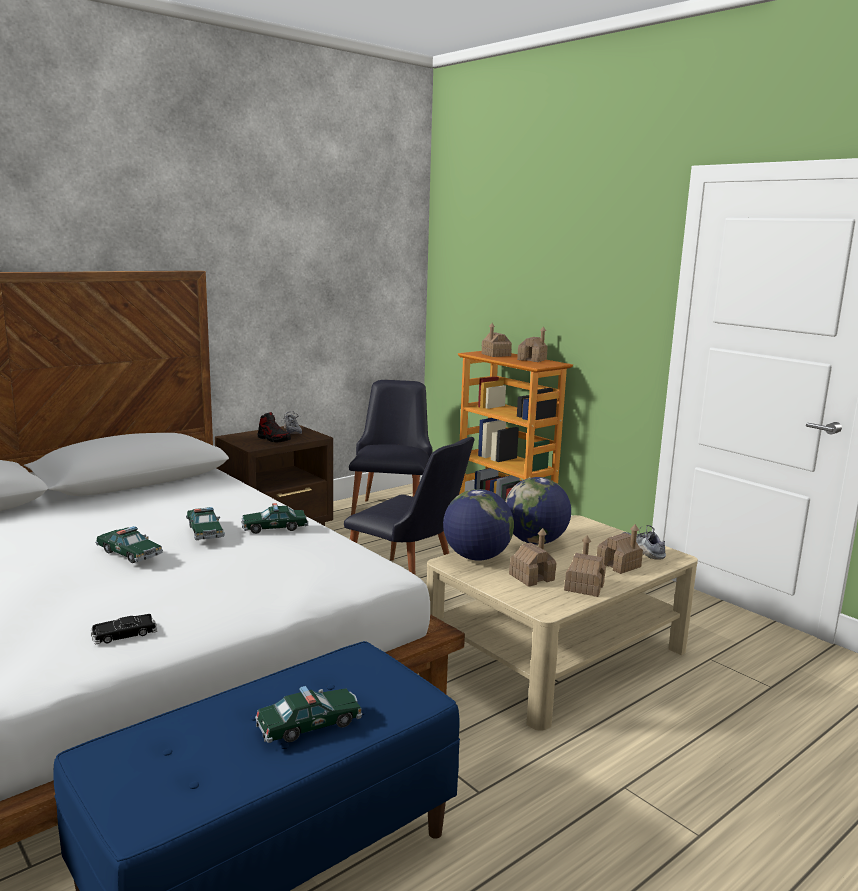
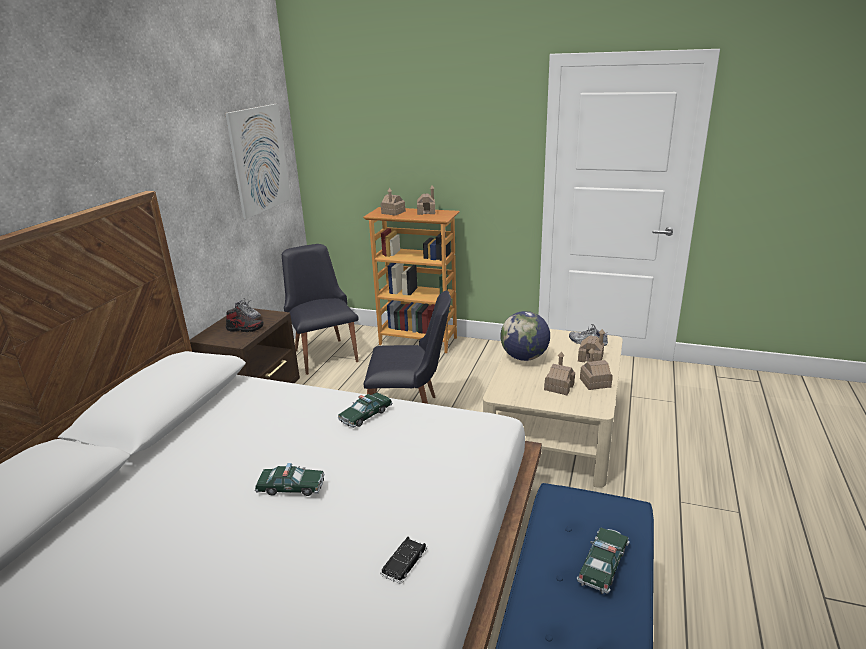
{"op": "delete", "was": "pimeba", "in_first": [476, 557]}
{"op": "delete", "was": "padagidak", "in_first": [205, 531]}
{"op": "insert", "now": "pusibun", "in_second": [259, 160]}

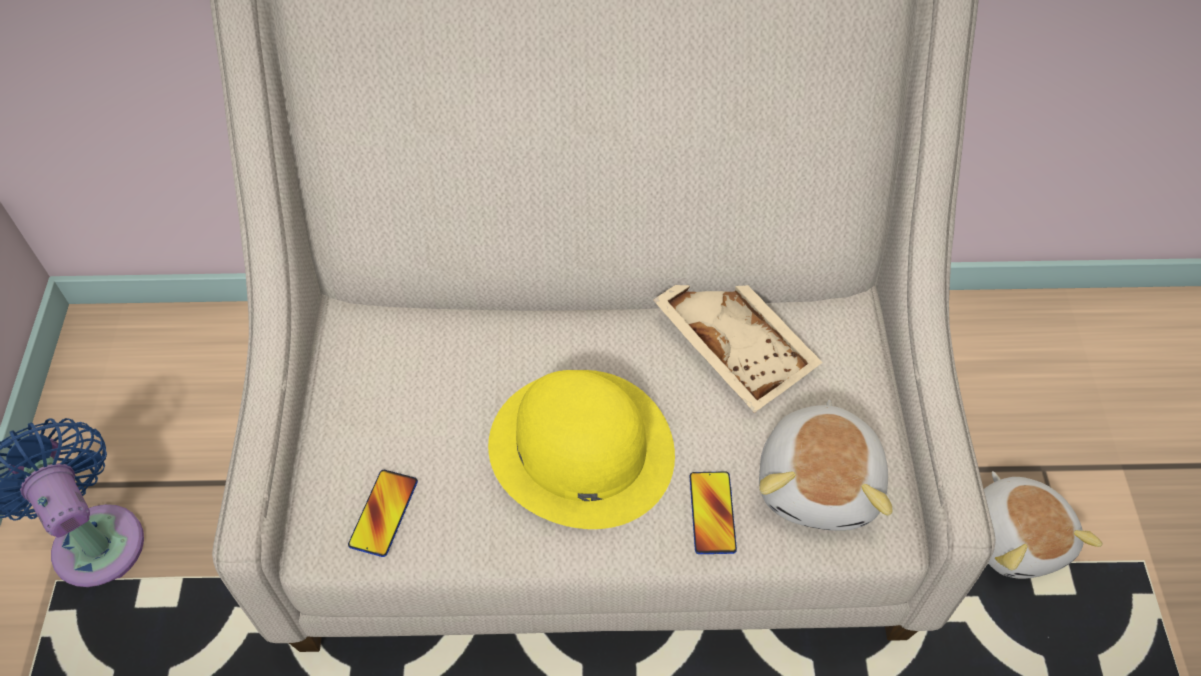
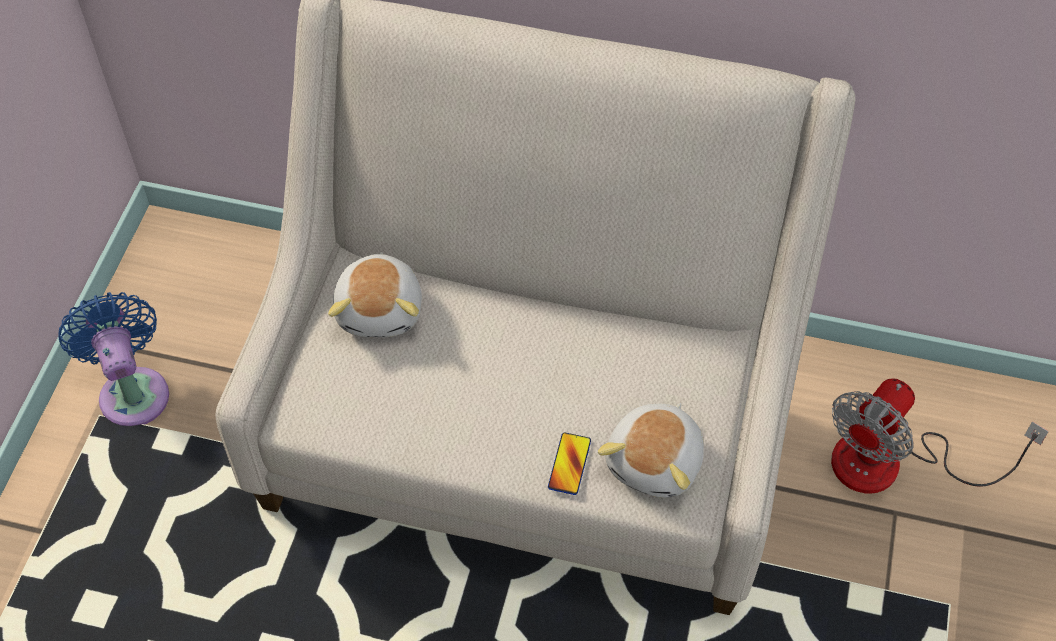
{"op": "delete", "was": "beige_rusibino", "in_first": [736, 342]}
{"op": "delete", "was": "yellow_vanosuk", "in_first": [580, 448]}
{"op": "delete", "was": "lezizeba", "in_first": [383, 513]}
{"op": "move", "was": "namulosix", "in_first": [1016, 537], "in_second": [381, 310]}
{"op": "insert", "now": "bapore", "in_second": [891, 464]}

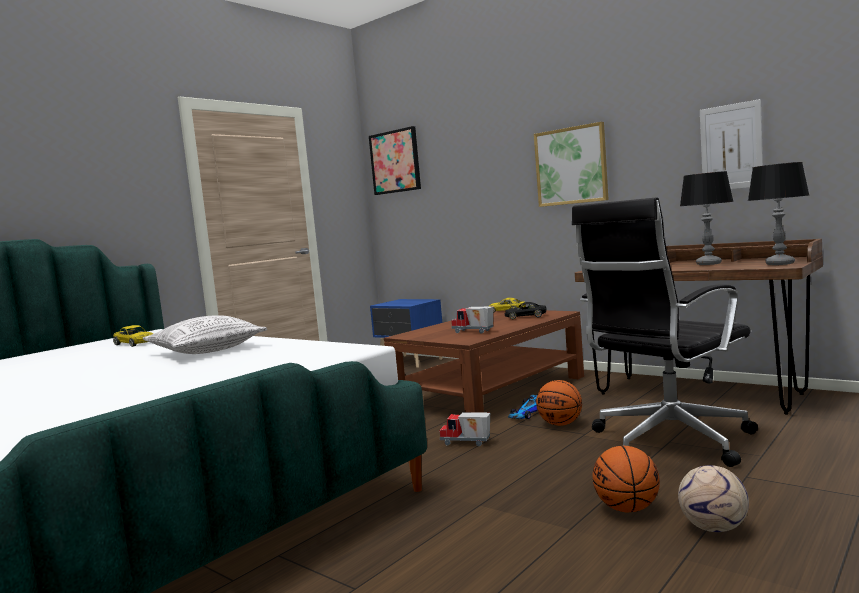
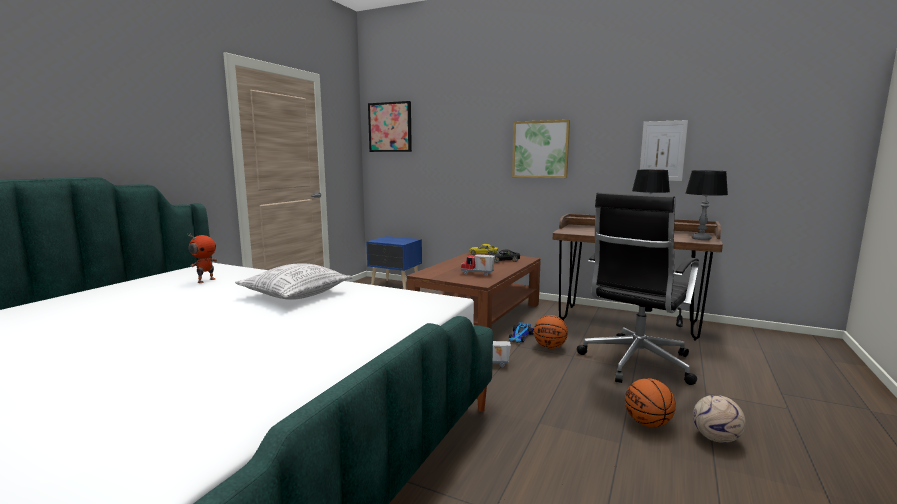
{"op": "replace", "was": "yellow_padagidak", "now": "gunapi", "in_first": [134, 343], "in_second": [206, 280]}

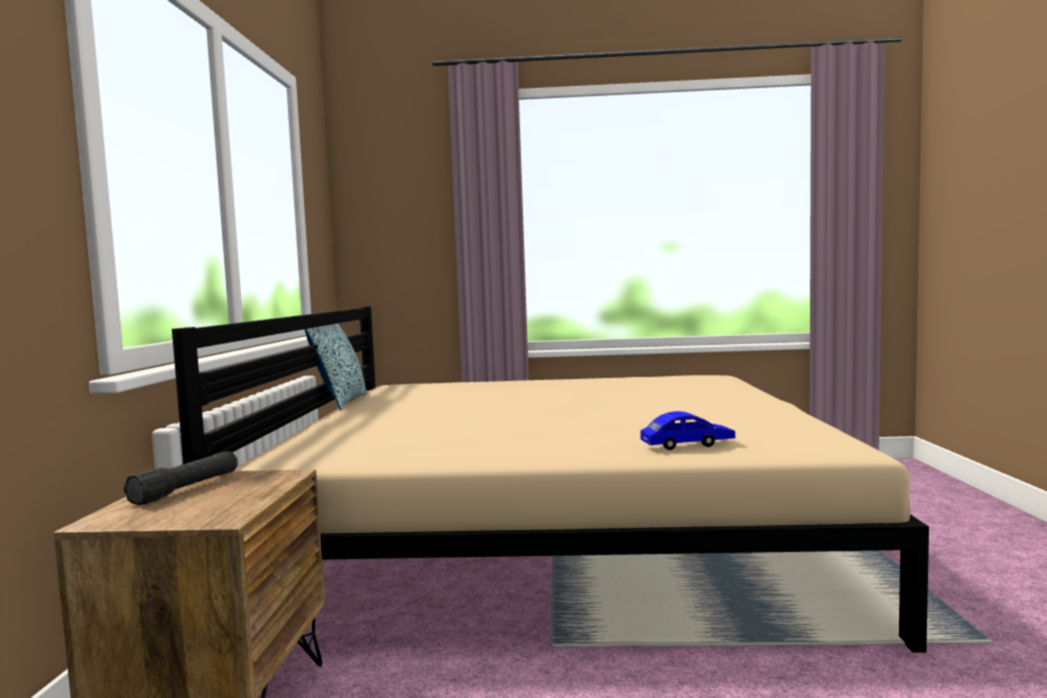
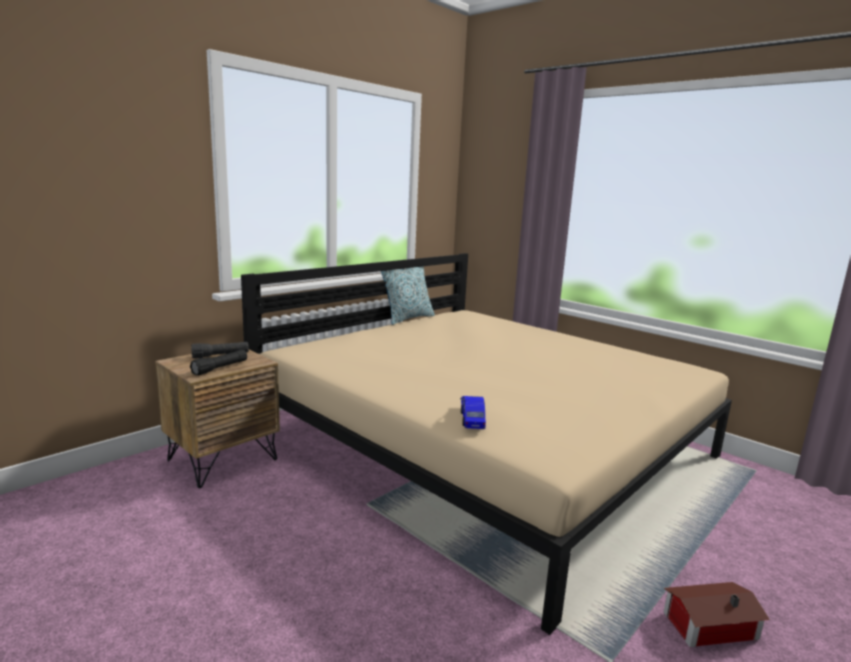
{"op": "rotate", "was": "blue_padagidak", "in_first": [687, 445], "in_second": [472, 418], "clockwise": -120}
{"op": "insert", "now": "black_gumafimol", "in_second": [220, 368]}
{"op": "insert", "now": "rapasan", "in_second": [706, 624]}

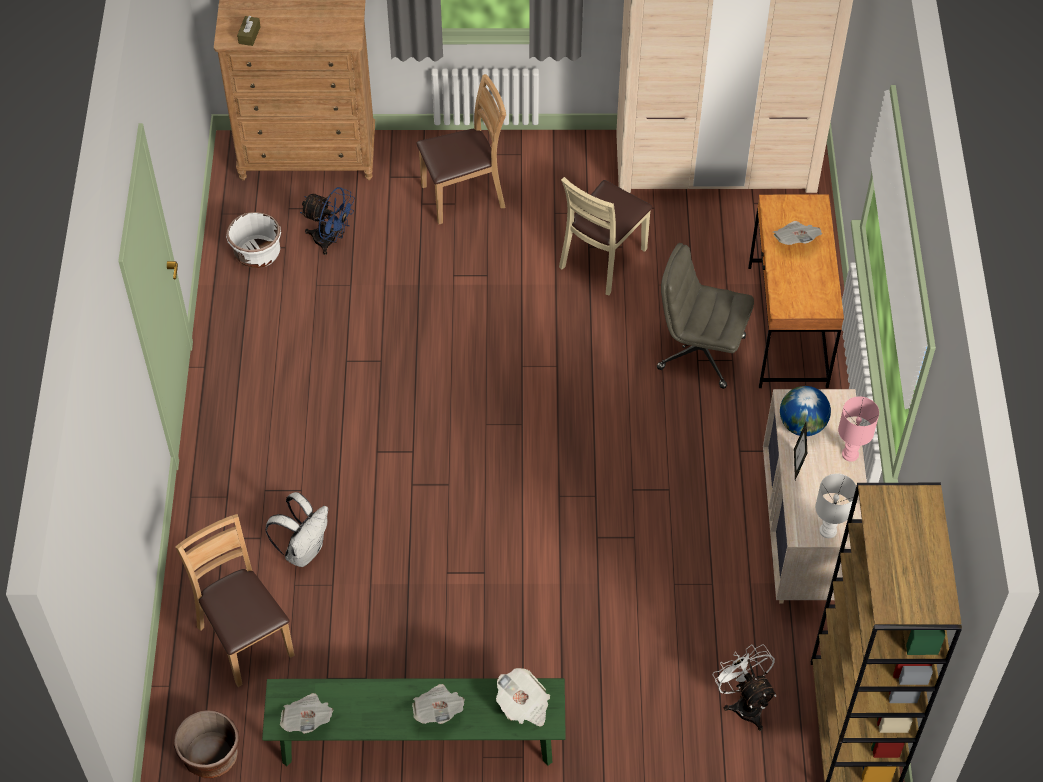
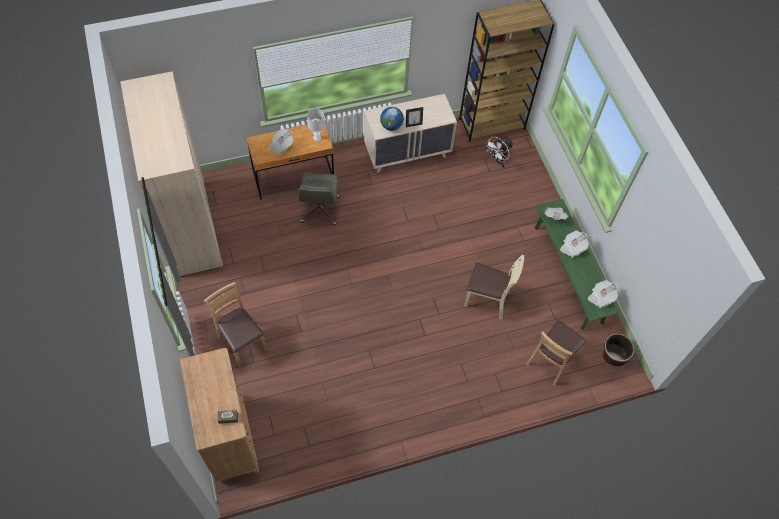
{"op": "move", "was": "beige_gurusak", "in_first": [603, 260], "in_second": [487, 299]}
{"op": "delete", "was": "blue_bapore", "in_first": [330, 240]}
{"op": "delete", "was": "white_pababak", "in_first": [257, 254]}
{"op": "delete", "was": "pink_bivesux", "in_first": [850, 455]}
{"op": "move", "was": "white_bivesux", "in_first": [828, 531], "in_second": [317, 137]}
{"op": "delete", "was": "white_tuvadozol", "in_first": [304, 550]}

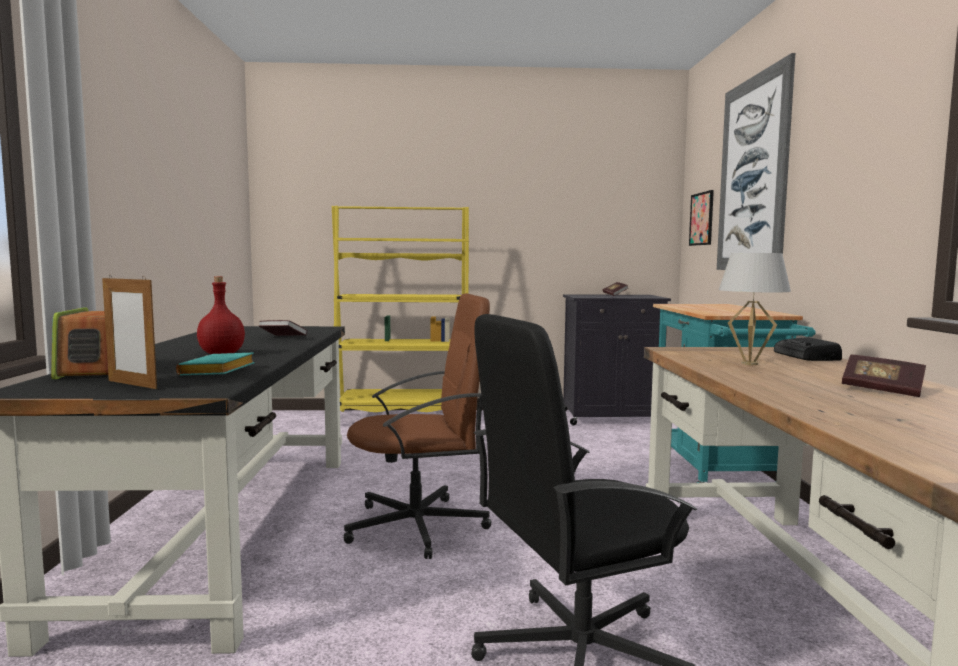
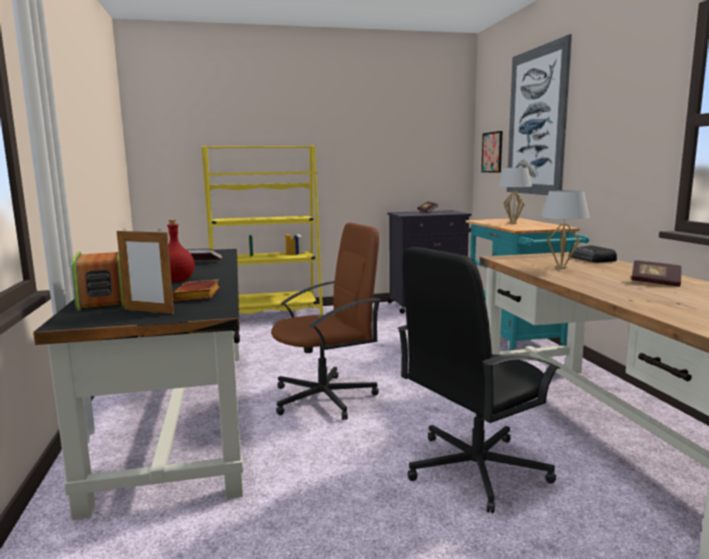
{"op": "recolor", "was": "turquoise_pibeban", "now": "brown_pibeban", "in_first": [218, 371], "in_second": [198, 296]}
{"op": "insert", "now": "white_bivesux", "in_second": [513, 223]}

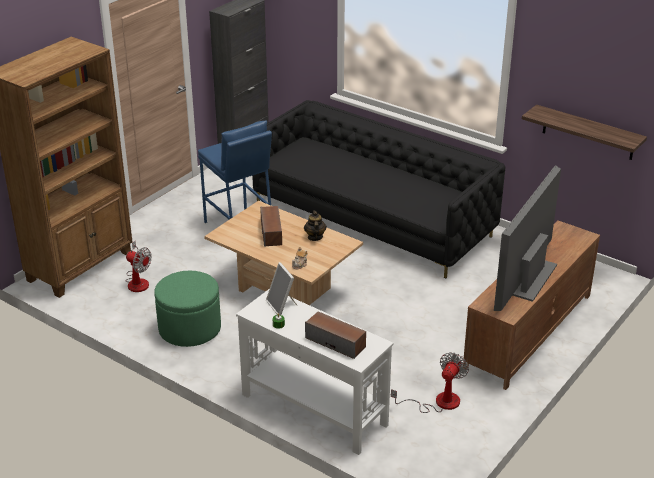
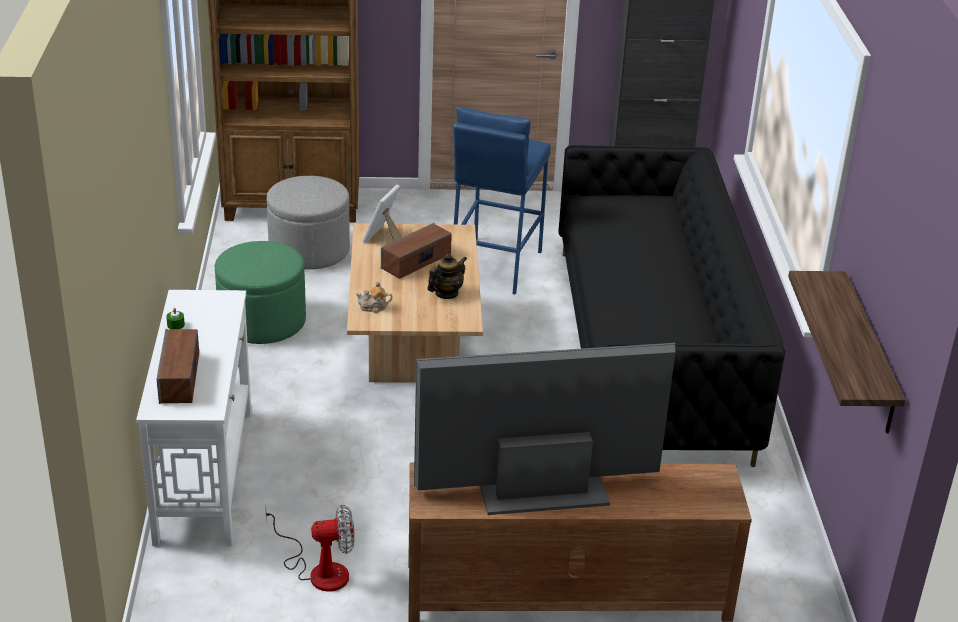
{"op": "replace", "was": "bapore", "now": "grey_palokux", "in_first": [138, 281], "in_second": [309, 251]}
{"op": "move", "was": "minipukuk", "in_first": [282, 306], "in_second": [383, 238]}

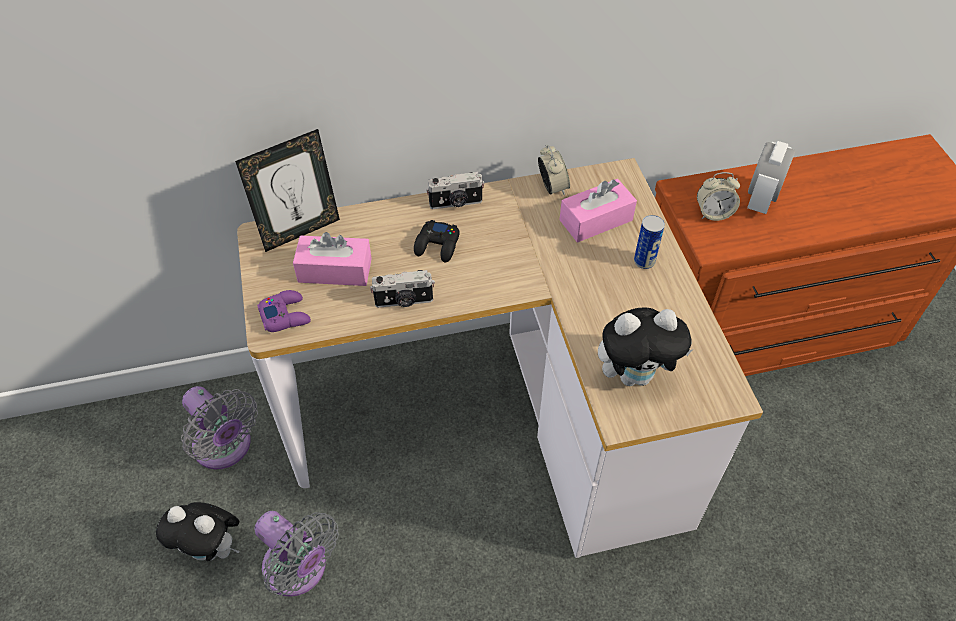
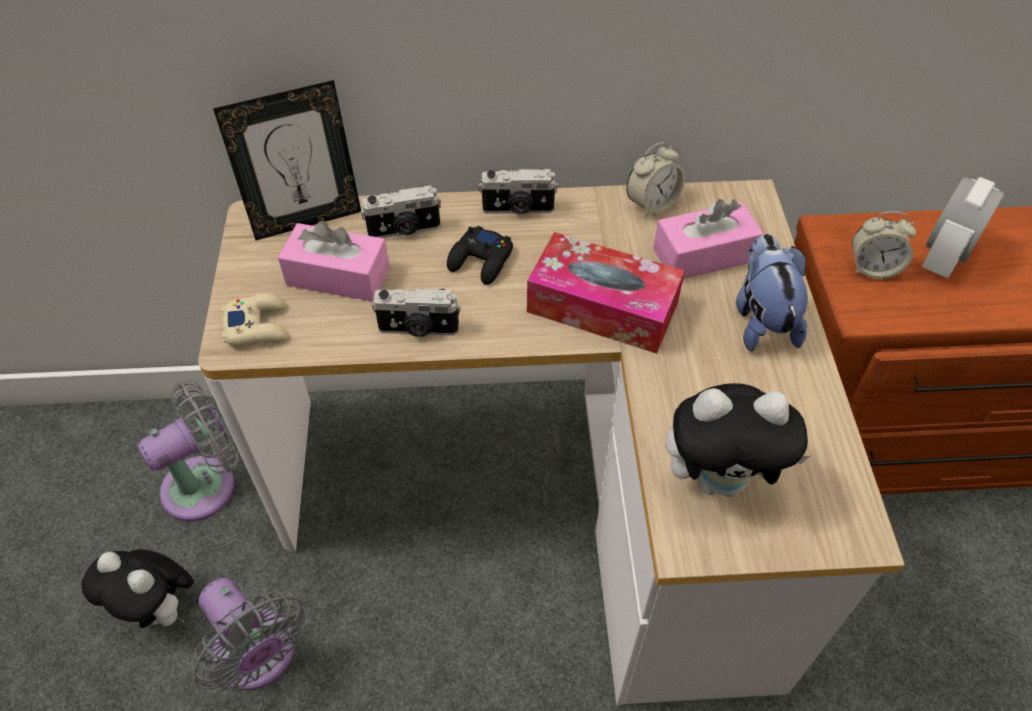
{"op": "rotate", "was": "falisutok", "in_first": [552, 187], "in_second": [652, 205], "clockwise": 60}
{"op": "replace", "was": "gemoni", "now": "namulosix", "in_first": [644, 261], "in_second": [761, 320]}
{"op": "recolor", "was": "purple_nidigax", "now": "beige_nidigax", "in_first": [285, 315], "in_second": [258, 326]}
{"op": "rotate", "was": "grey_bapore", "in_first": [225, 448], "in_second": [206, 484], "clockwise": -90}
{"op": "insert", "now": "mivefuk", "in_second": [404, 230]}
{"op": "insert", "now": "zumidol", "in_second": [602, 307]}

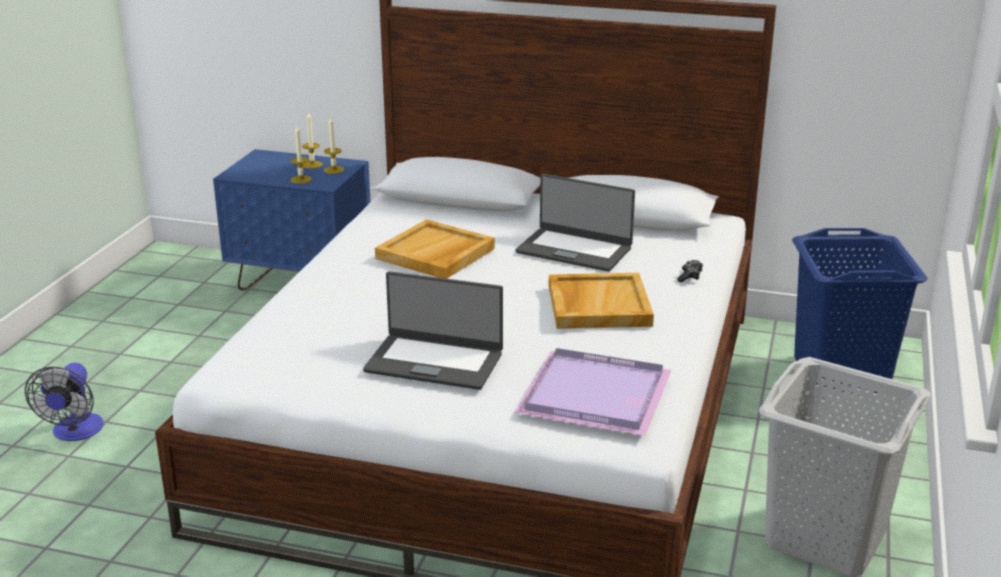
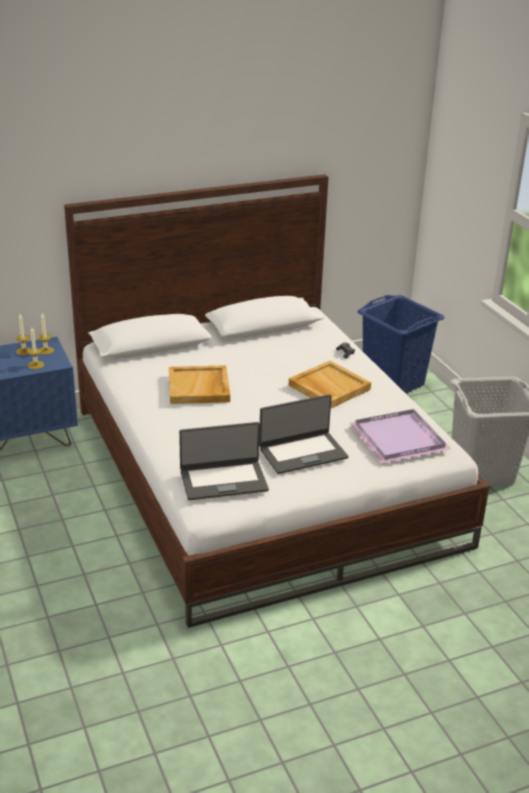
{"op": "move", "was": "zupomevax", "in_first": [574, 250], "in_second": [223, 480]}
{"op": "delete", "was": "bapore", "in_first": [75, 433]}

